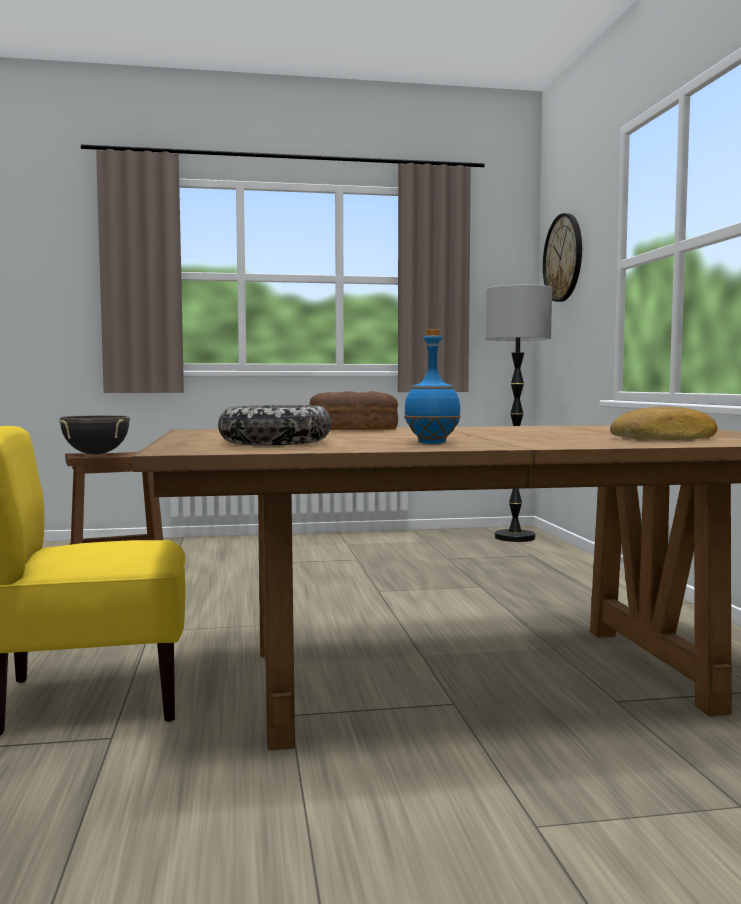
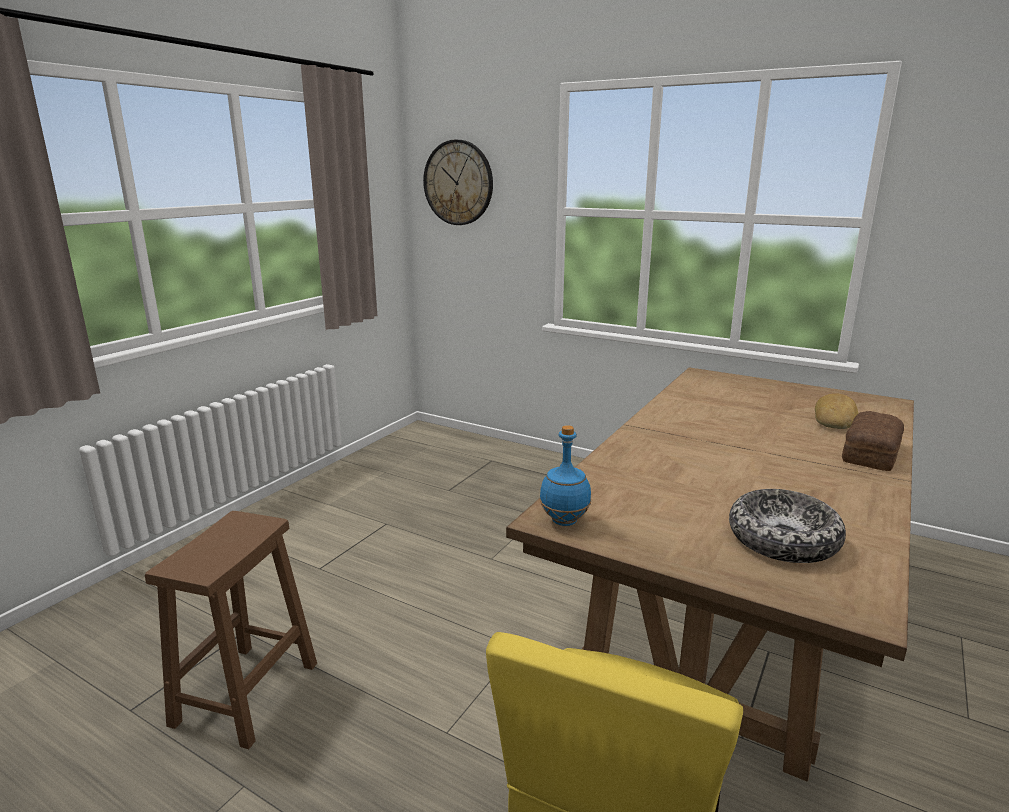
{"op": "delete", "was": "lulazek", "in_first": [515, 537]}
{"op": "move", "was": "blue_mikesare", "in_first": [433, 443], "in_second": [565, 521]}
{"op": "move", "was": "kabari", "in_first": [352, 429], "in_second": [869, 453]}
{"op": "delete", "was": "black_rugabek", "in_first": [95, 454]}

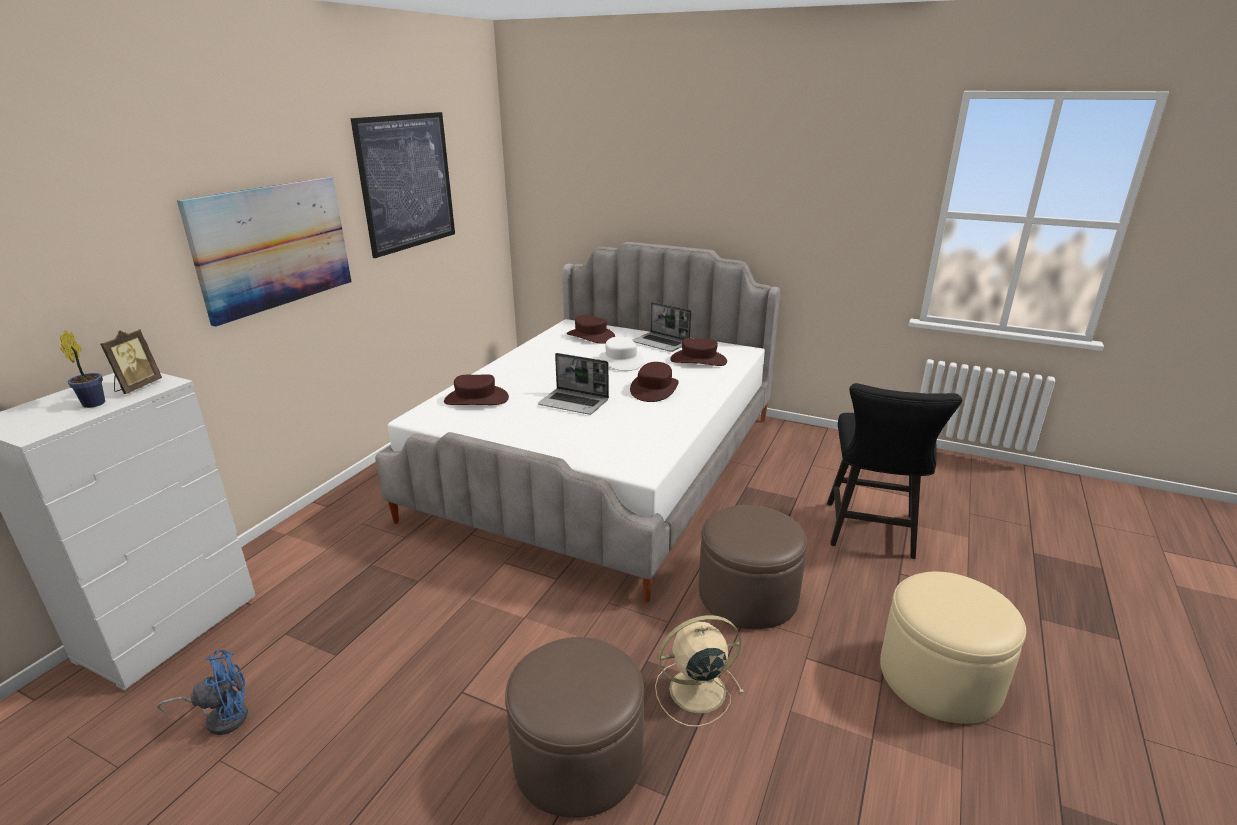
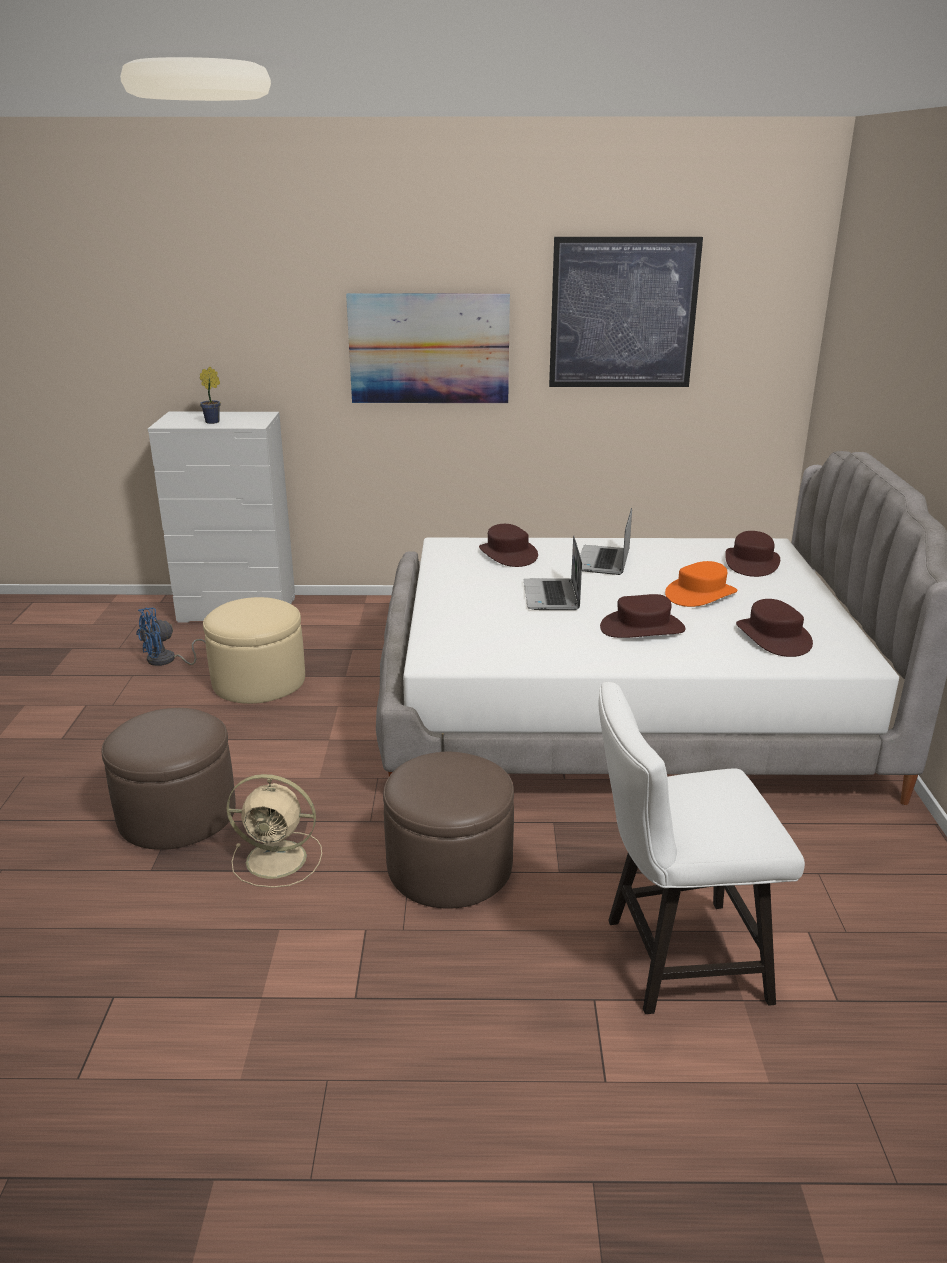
{"op": "move", "was": "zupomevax", "in_first": [661, 343], "in_second": [604, 562]}
{"op": "delete", "was": "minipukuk", "in_first": [137, 387]}
{"op": "recolor", "was": "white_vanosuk", "now": "orange_vanosuk", "in_first": [621, 361], "in_second": [700, 594]}
{"op": "recolor", "was": "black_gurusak", "now": "white_gurusak", "in_first": [871, 534], "in_second": [673, 959]}
{"op": "move", "was": "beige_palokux", "in_first": [939, 677], "in_second": [259, 681]}
{"op": "rotate", "was": "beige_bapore", "in_first": [694, 691], "in_second": [279, 859], "clockwise": 135}
{"op": "rotate", "was": "blue_bapore", "in_first": [221, 717], "in_second": [167, 661], "clockwise": 105}

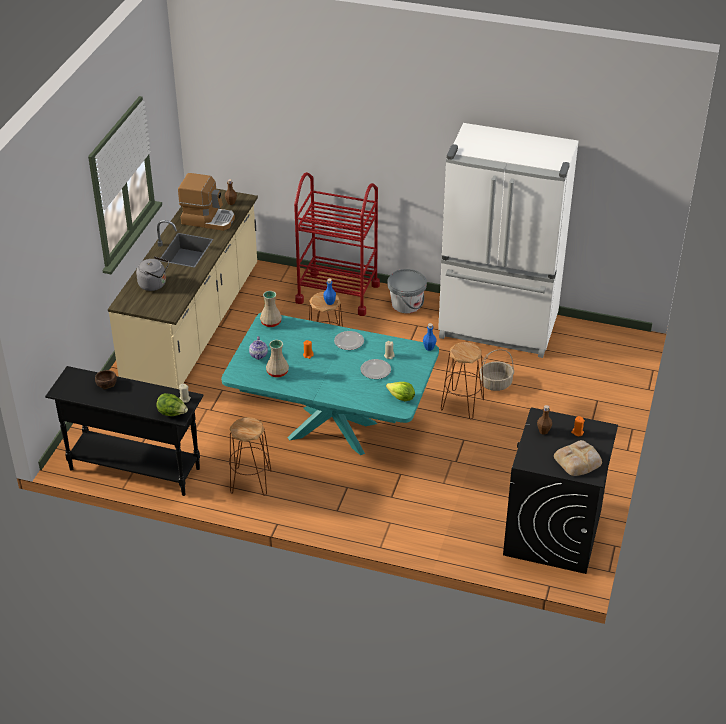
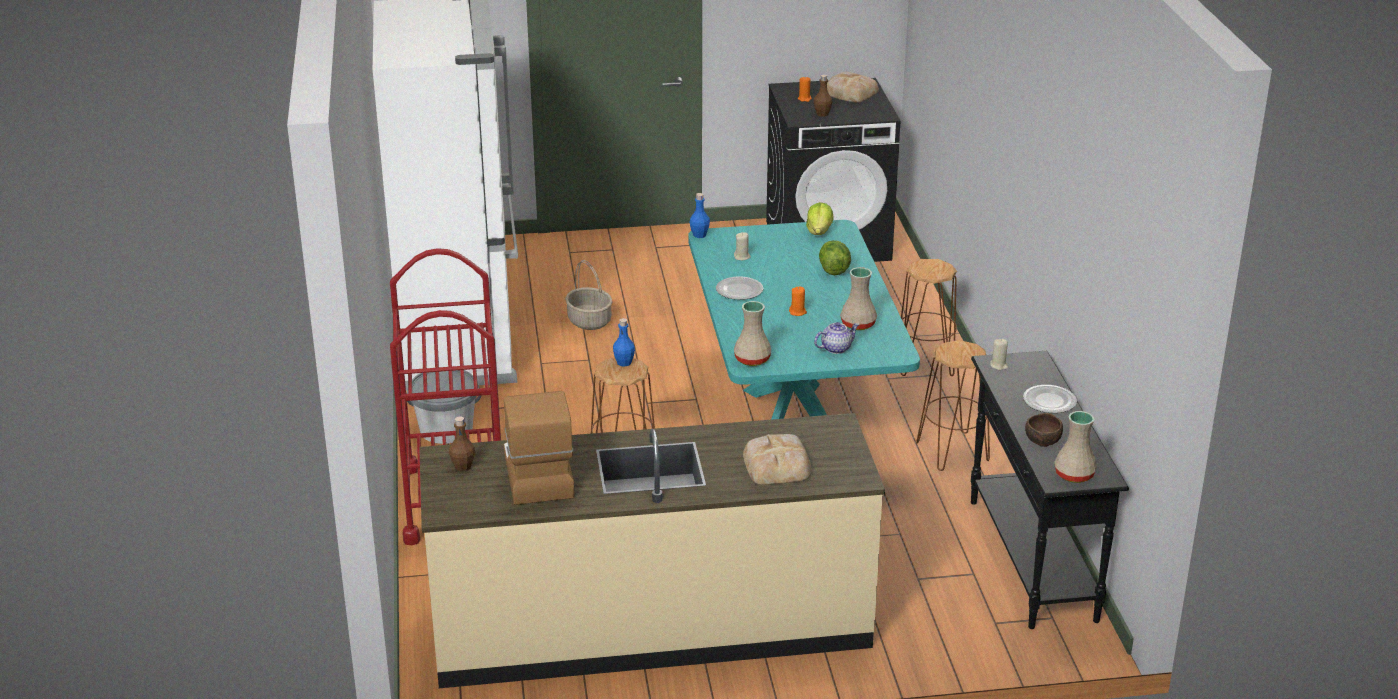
{"op": "replace", "was": "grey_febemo", "now": "kabari", "in_first": [154, 284], "in_second": [777, 465]}
{"op": "move", "was": "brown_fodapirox", "in_first": [462, 404], "in_second": [925, 363]}
{"op": "move", "was": "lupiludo", "in_first": [376, 370], "in_second": [1049, 401]}
{"op": "move", "was": "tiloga", "in_first": [172, 413], "in_second": [833, 269]}
{"op": "insert", "now": "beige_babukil", "in_second": [1075, 475]}

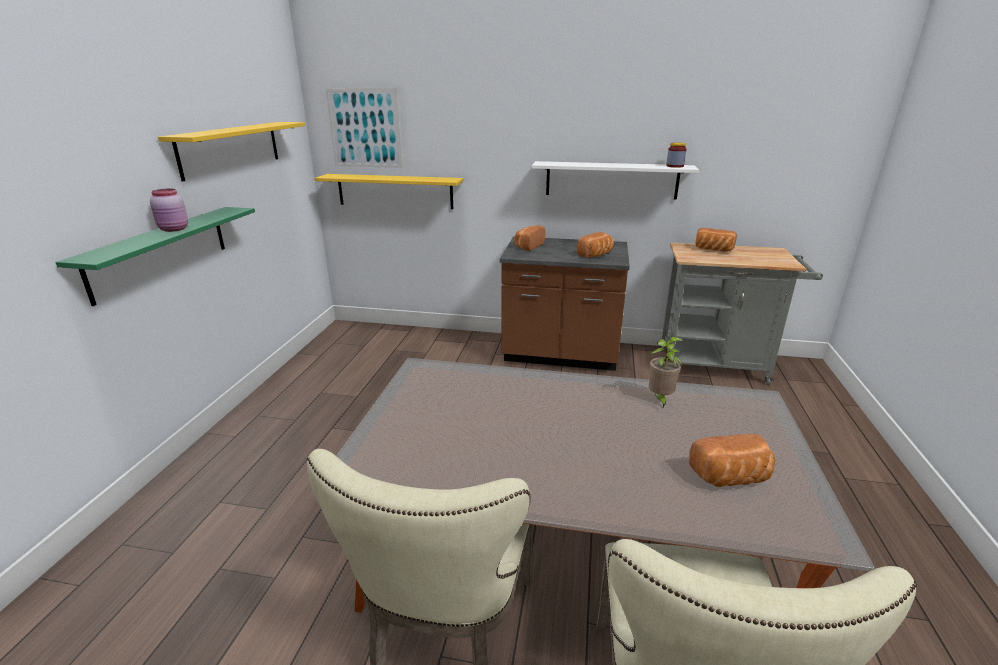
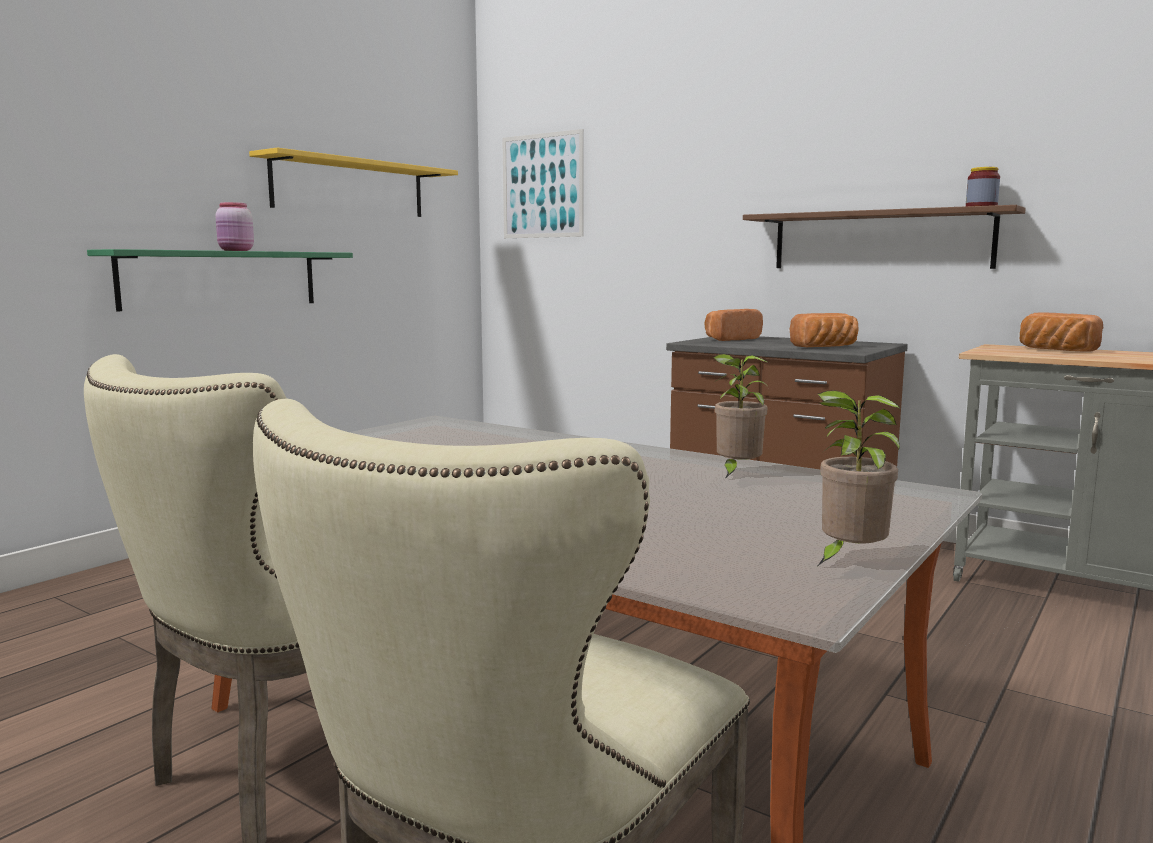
{"op": "recolor", "was": "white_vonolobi", "now": "brown_vonolobi", "in_first": [611, 180], "in_second": [880, 240]}
{"op": "delete", "was": "yellow_vonolobi", "in_first": [395, 191]}
{"op": "delete", "was": "kabari", "in_first": [731, 478]}
{"op": "insert", "now": "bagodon", "in_second": [848, 559]}

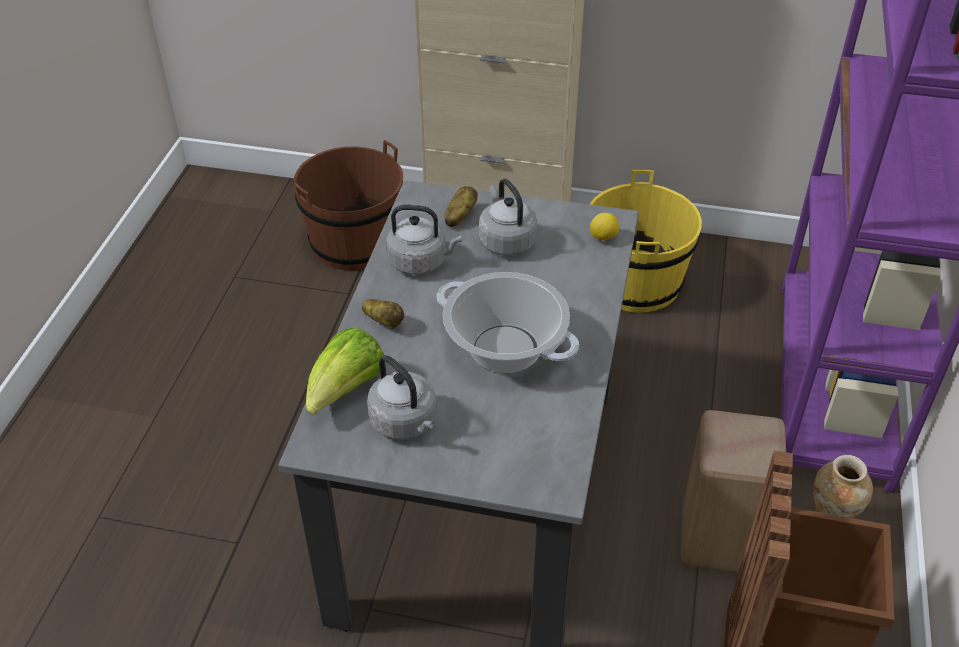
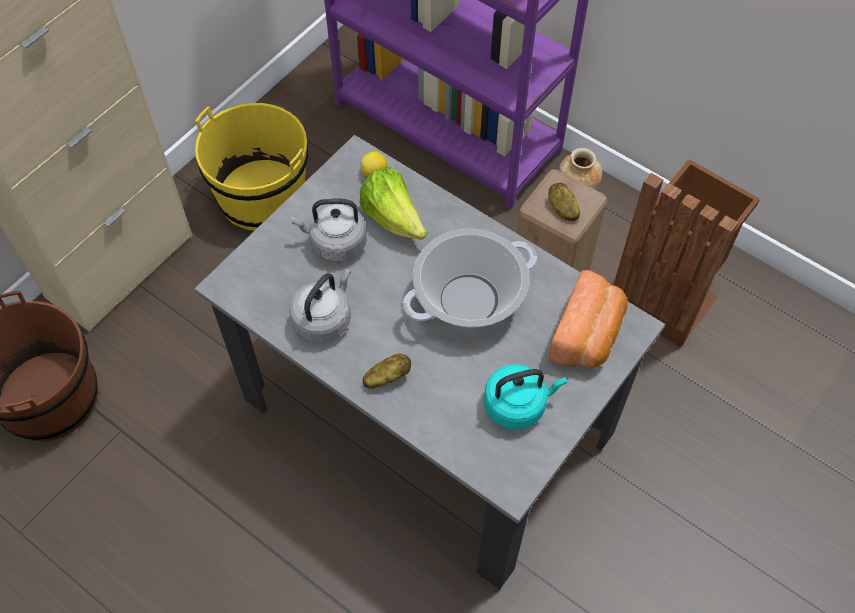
{"op": "move", "was": "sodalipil", "in_first": [460, 216], "in_second": [562, 209]}
{"op": "move", "was": "tiloga", "in_first": [346, 391], "in_second": [393, 218]}
{"op": "recolor", "was": "grey_febemo", "now": "turquoise_febemo", "in_first": [406, 423], "in_second": [518, 405]}
{"op": "insert", "now": "kabari", "in_second": [587, 335]}

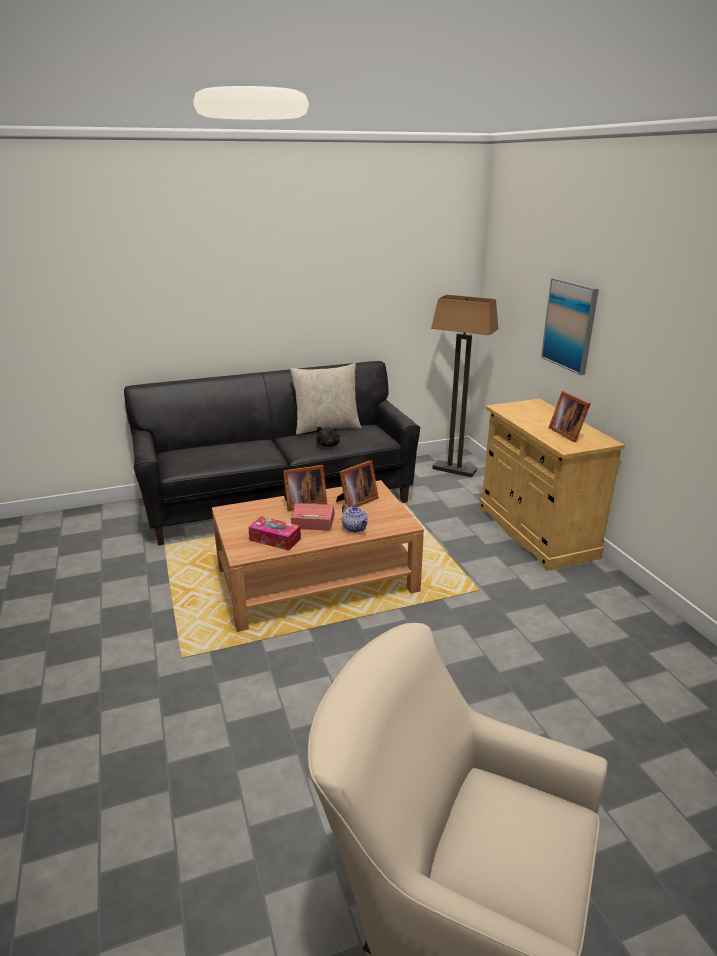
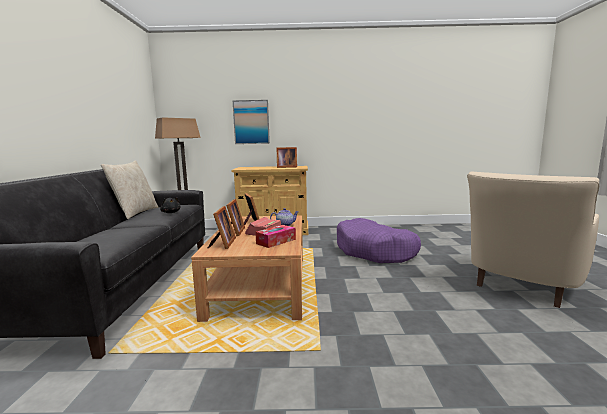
{"op": "insert", "now": "minipukuk", "in_second": [222, 244]}
{"op": "insert", "now": "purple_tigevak", "in_second": [375, 251]}

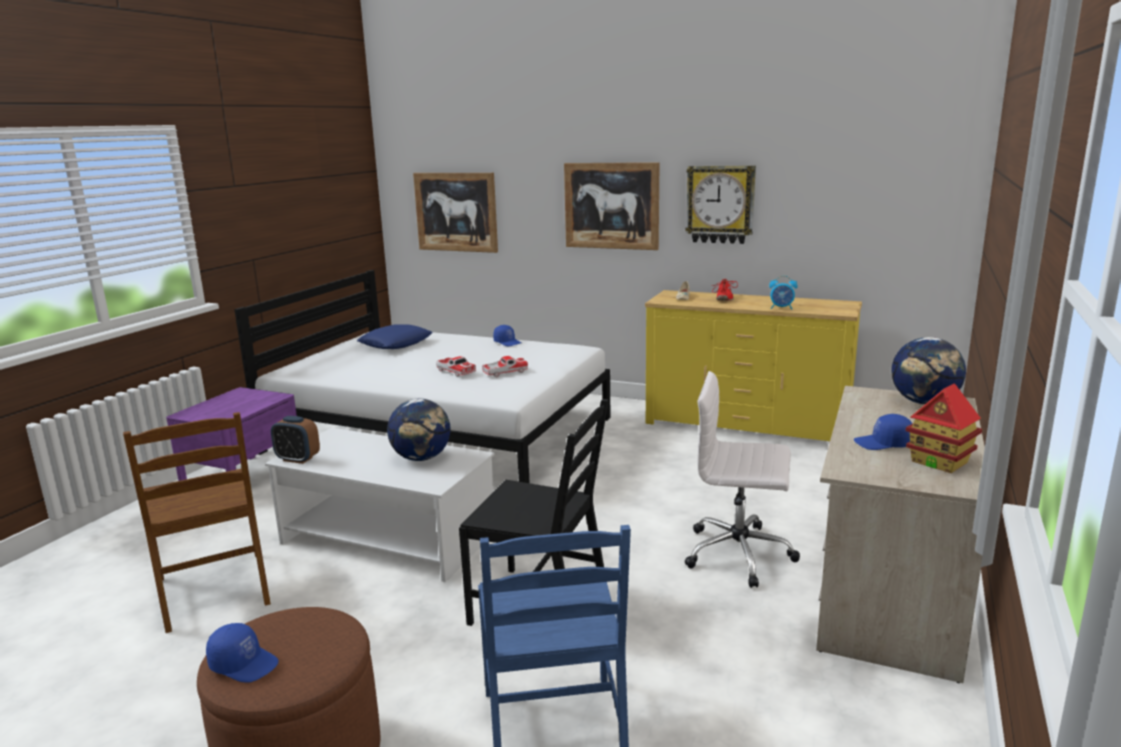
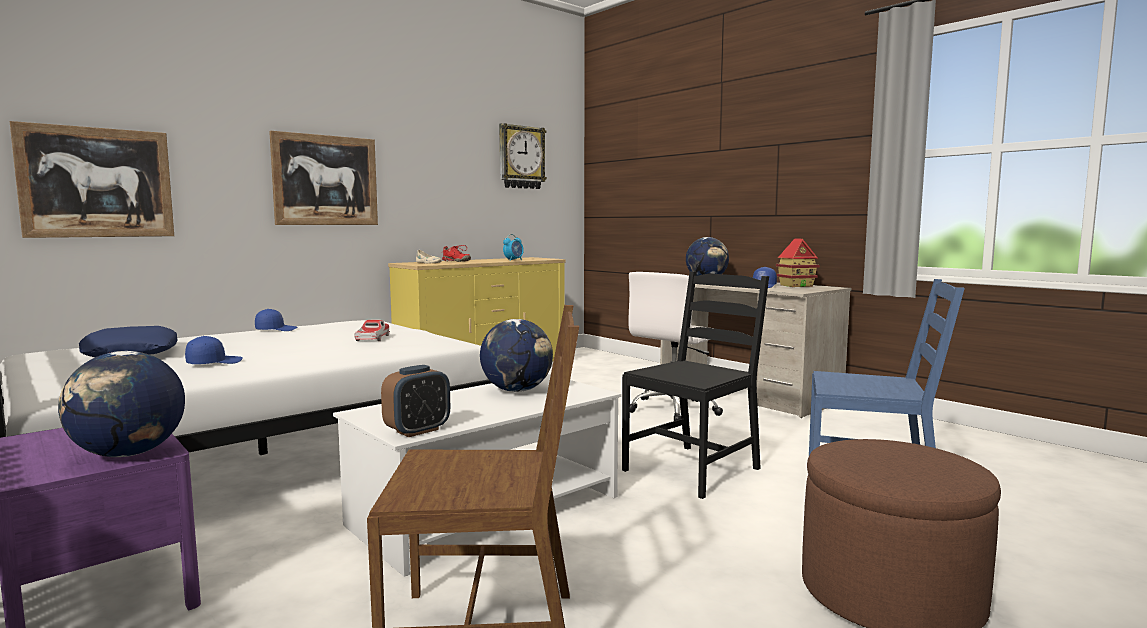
{"op": "move", "was": "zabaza", "in_first": [720, 204], "in_second": [521, 157]}
{"op": "delete", "was": "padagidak", "in_first": [456, 371]}
{"op": "move", "was": "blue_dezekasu", "in_first": [244, 664], "in_second": [214, 363]}
{"op": "insert", "now": "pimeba", "in_second": [128, 454]}

